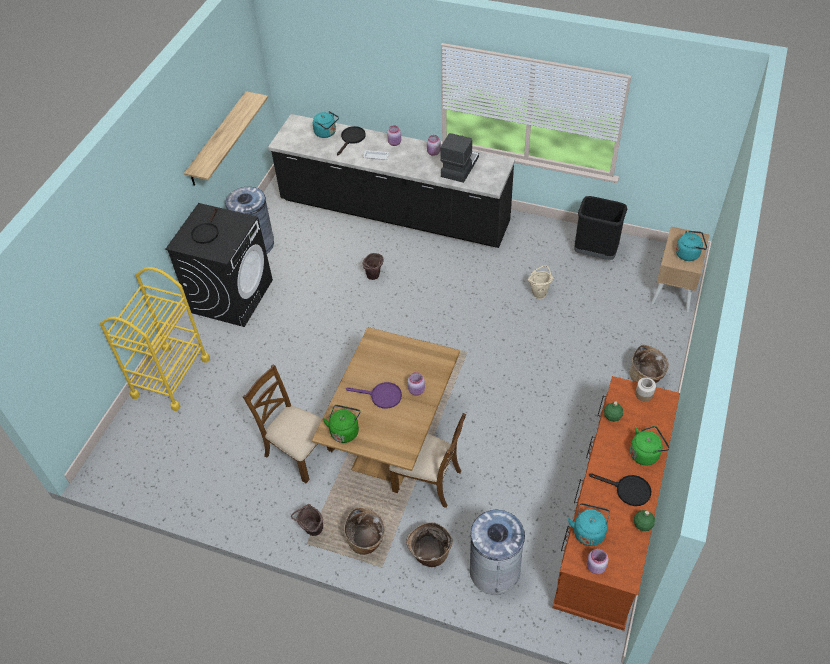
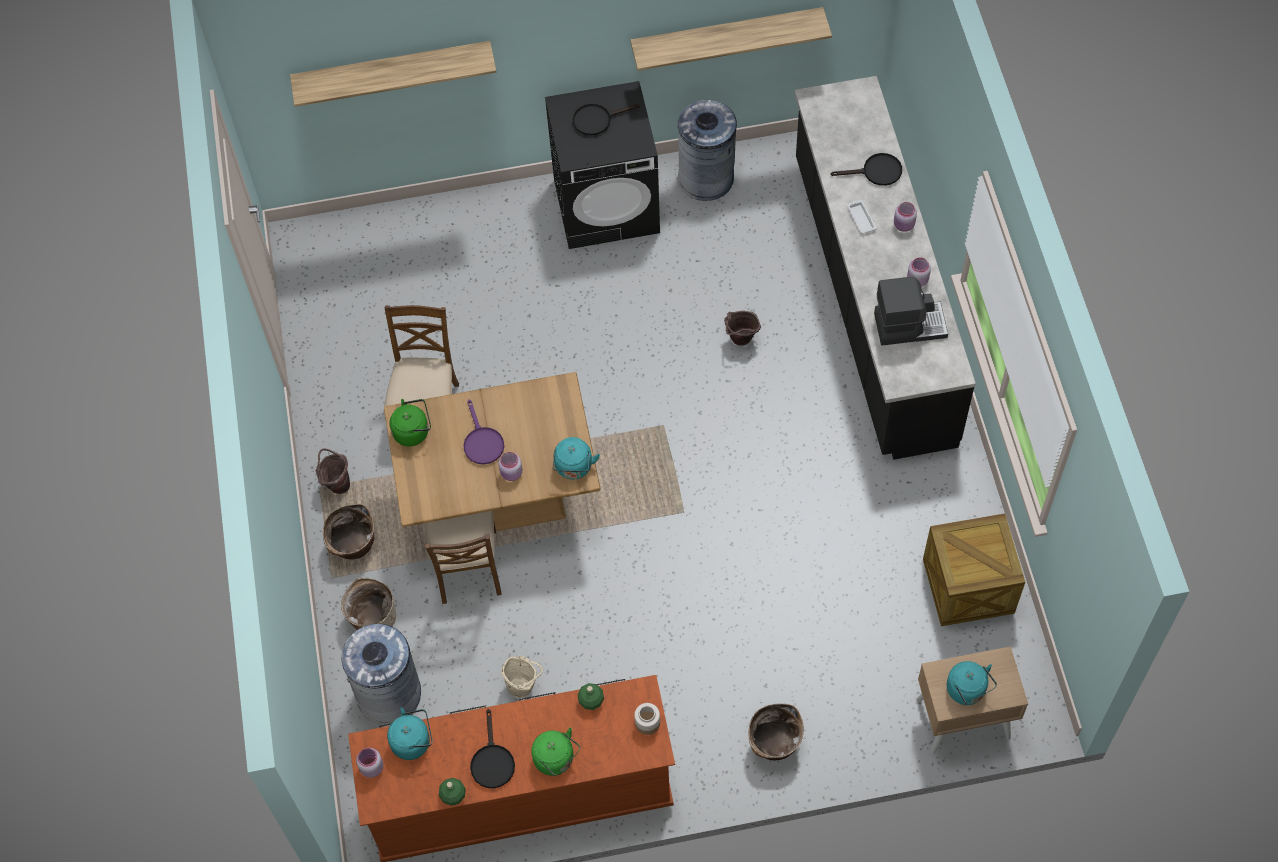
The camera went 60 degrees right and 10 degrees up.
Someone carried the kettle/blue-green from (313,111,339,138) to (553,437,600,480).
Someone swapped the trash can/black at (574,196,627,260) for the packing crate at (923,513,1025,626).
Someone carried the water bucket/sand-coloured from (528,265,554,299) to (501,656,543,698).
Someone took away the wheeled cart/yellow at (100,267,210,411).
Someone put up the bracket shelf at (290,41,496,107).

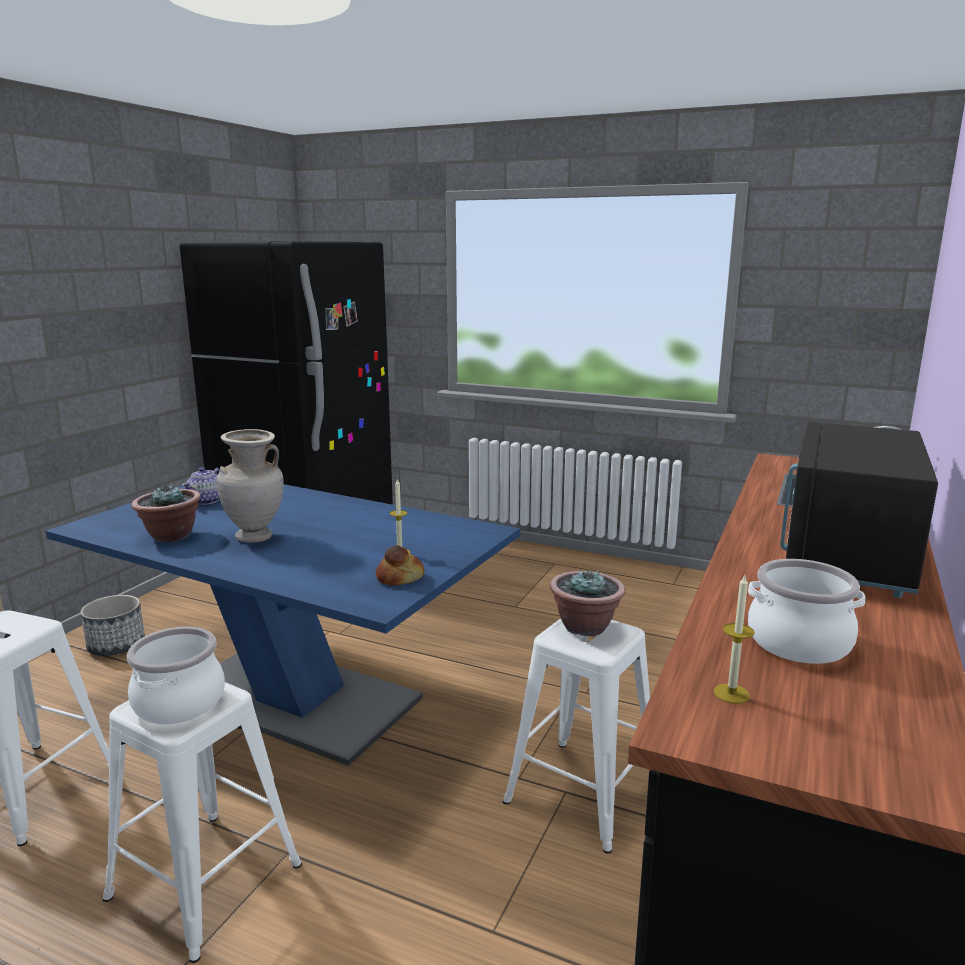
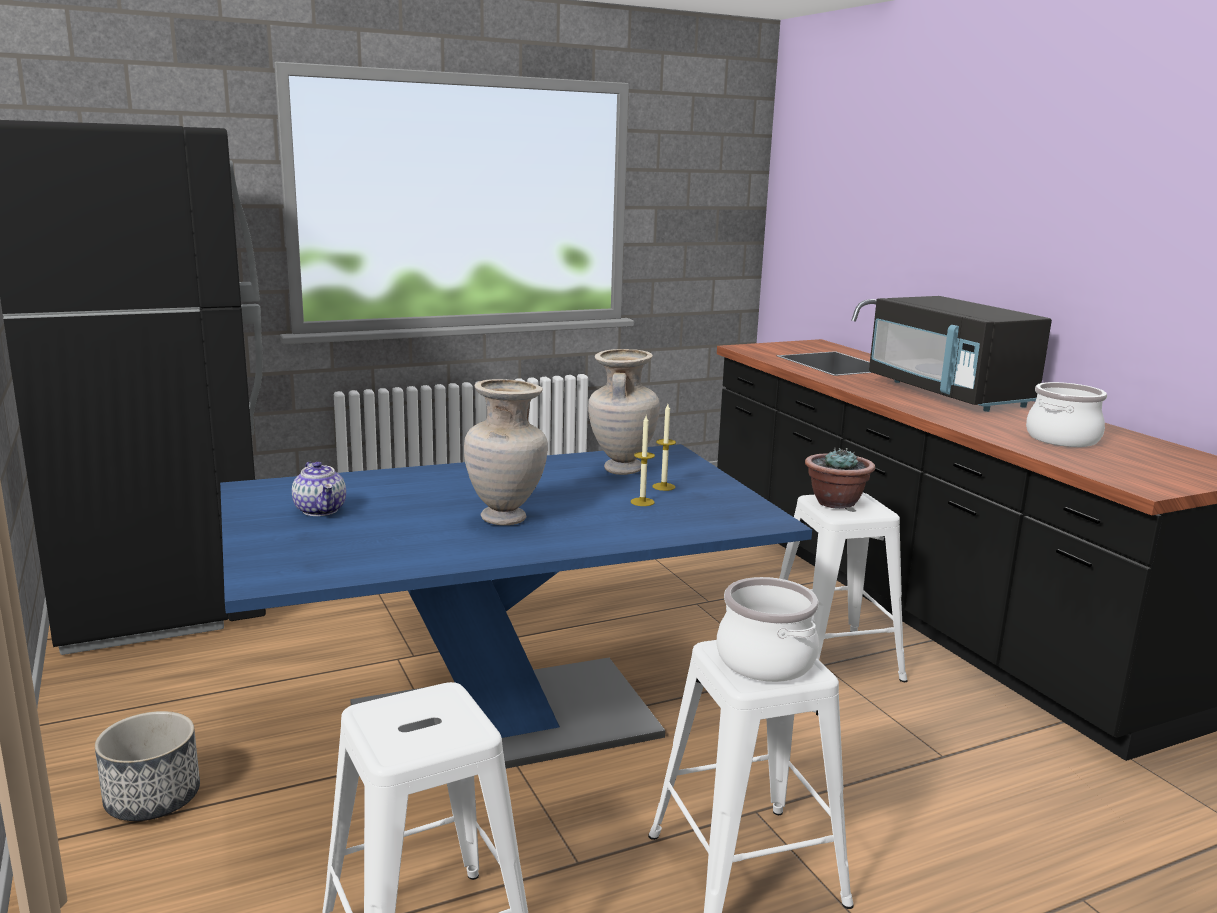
The camera went 50 degrees left and 0 degrees up.
Someone took away the plant in a pot at (131,484,201,542).
Someone took away the bread at (376,545,425,585).
Someone carried the wax candle from (714,574,755,704) to (631,416,655,506).
Someone put down the flower vase/sand-coloured at (588,349,660,475).

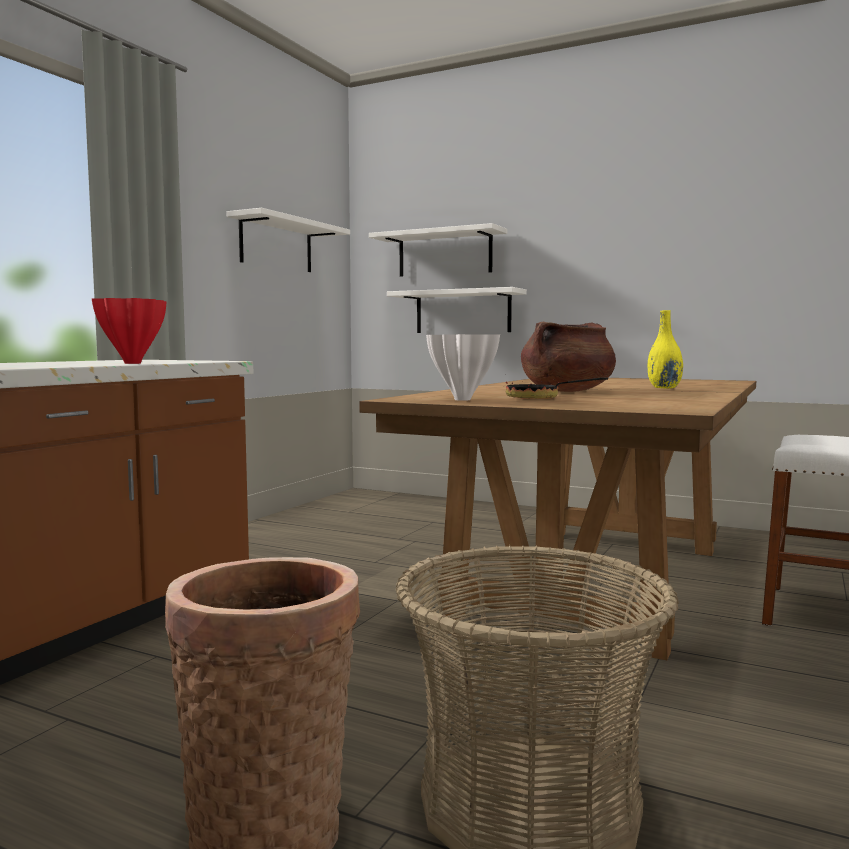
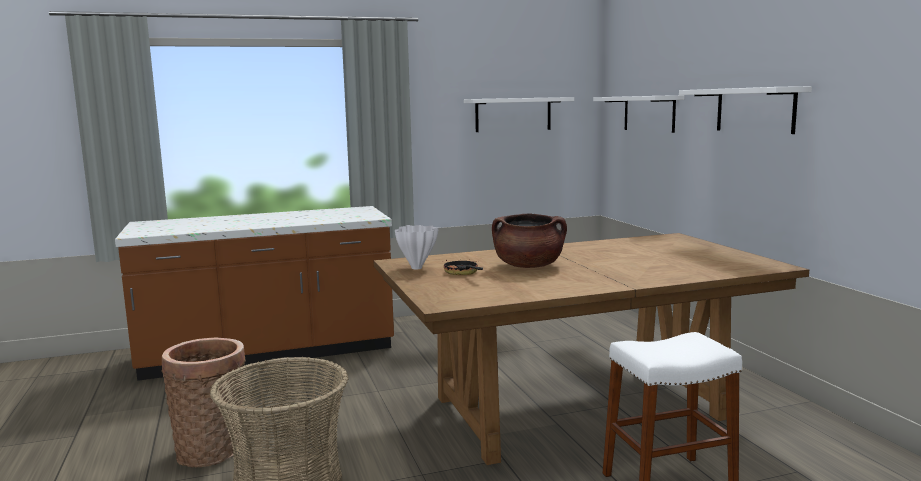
The camera went 45 degrees right and 5 degrees up.
Someone carried the bracket shelf/white from (387,287,527,333) to (679,86,812,134).
Someone took away the flower vase/red-coloured at (91,298,167,364).
Someone took away the flower vase/yellow at (647,310,683,389).

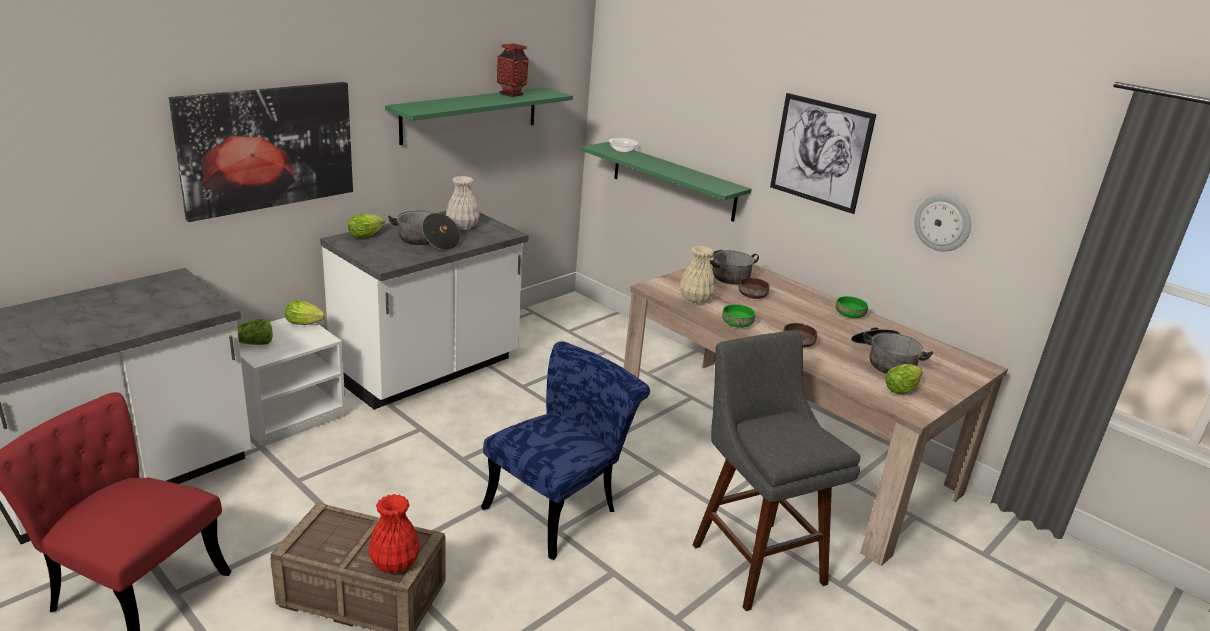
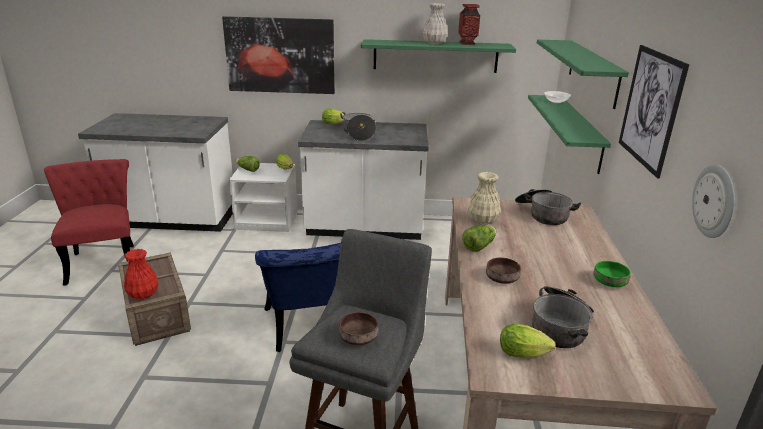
The camera went 50 degrees right and 0 degrees up.
Someone carried the flower vase/white from (446,176,480,230) to (423,3,448,44).
Someone carried the bowl/brown from (739,278,769,299) to (339,312,379,345).
Someone swapped the bowl/green at (722,304,755,328) for the lettuce at (462,225,496,252).
Someone rotated the upright chair/blue-coloured at (481,341,650,560) by 75 degrees clockwise.
Someone put up the bracket shelf/green at (537,40,629,109).

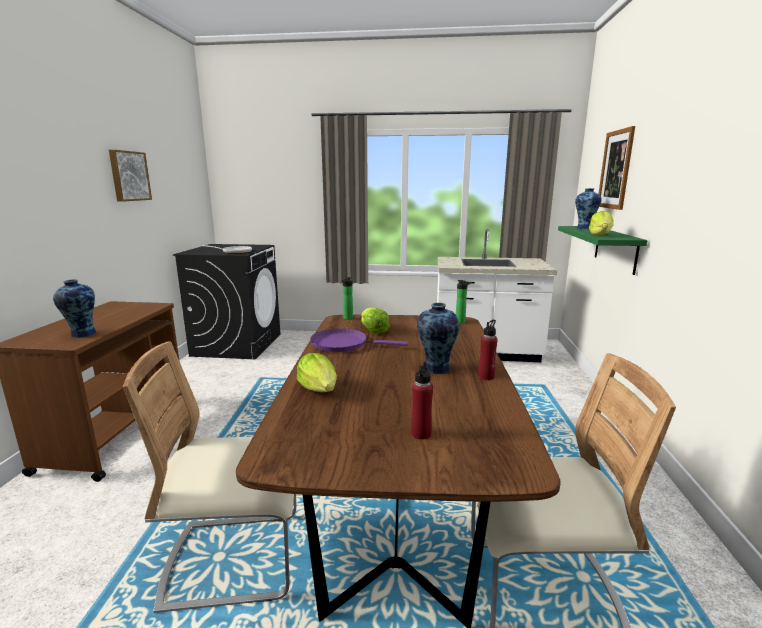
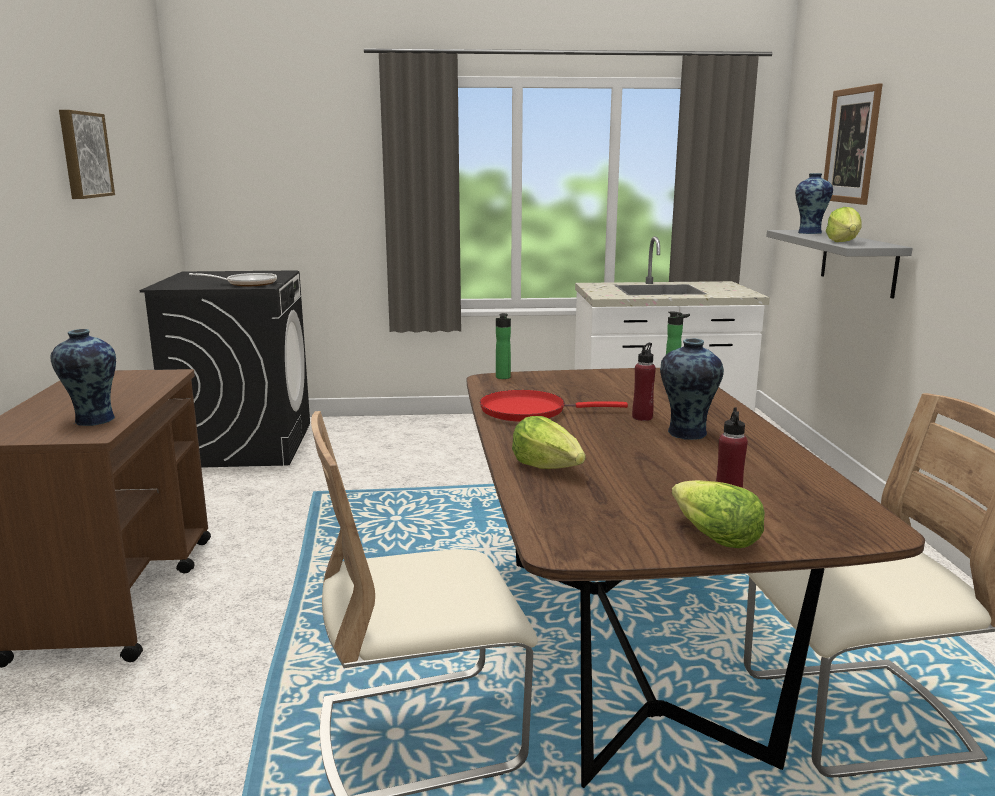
The camera went 10 degrees left and 0 degrees up.
Someone repainted the bracket shelf/green at (558,226,648,275), which became the bracket shelf/gray at (766,230,913,299).
Someone carried the lettuce from (361,307,390,333) to (672,480,765,548).
Someone carried the beverage bottle/red-coloured from (478,320,498,380) to (632,343,656,421).
Someone repainted the frying pan/purplish at (310,328,408,352), which became the frying pan/red-coloured at (480,390,628,422).

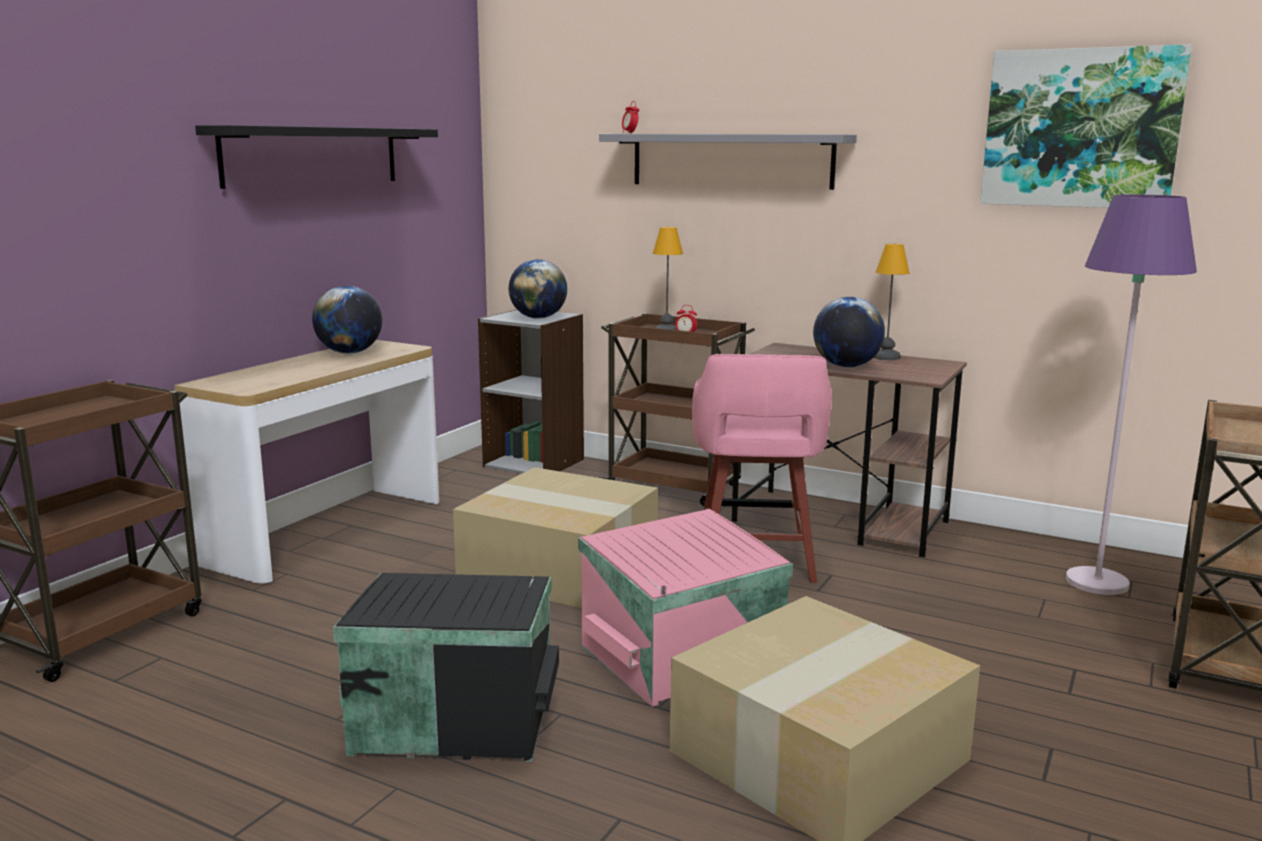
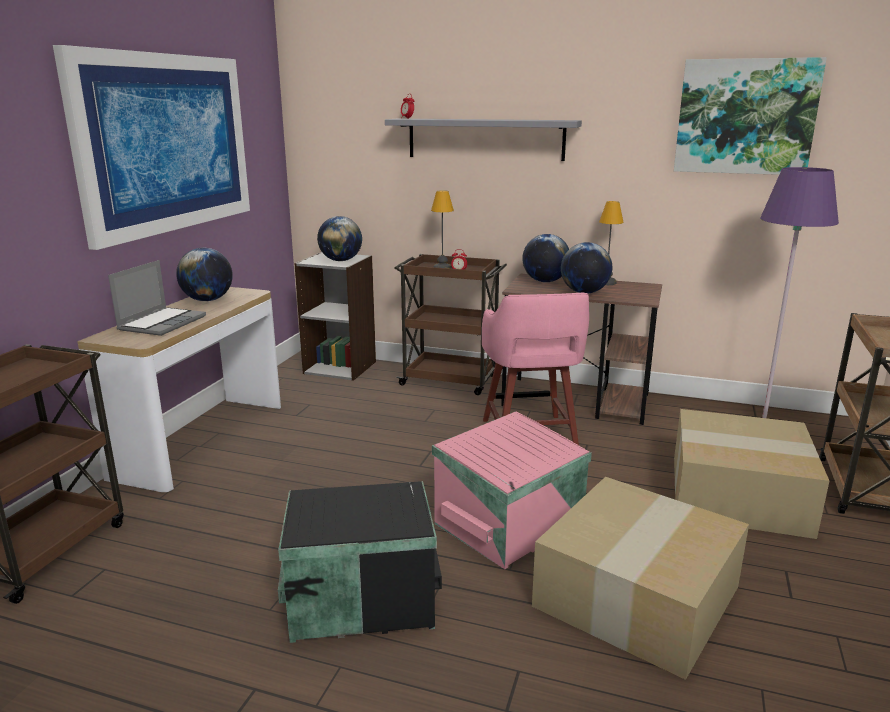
The camera went 10 degrees left and 5 degrees up.
Someone swapped the bracket shelf/black at (195,125,438,189) for the wall art at (53,45,250,250).
Someone carried the carton from (453,467,658,608) to (674,409,829,539).
Someone put down the world globe at (522,234,569,282).
Someone put down the notebook computer at (108,260,206,336).

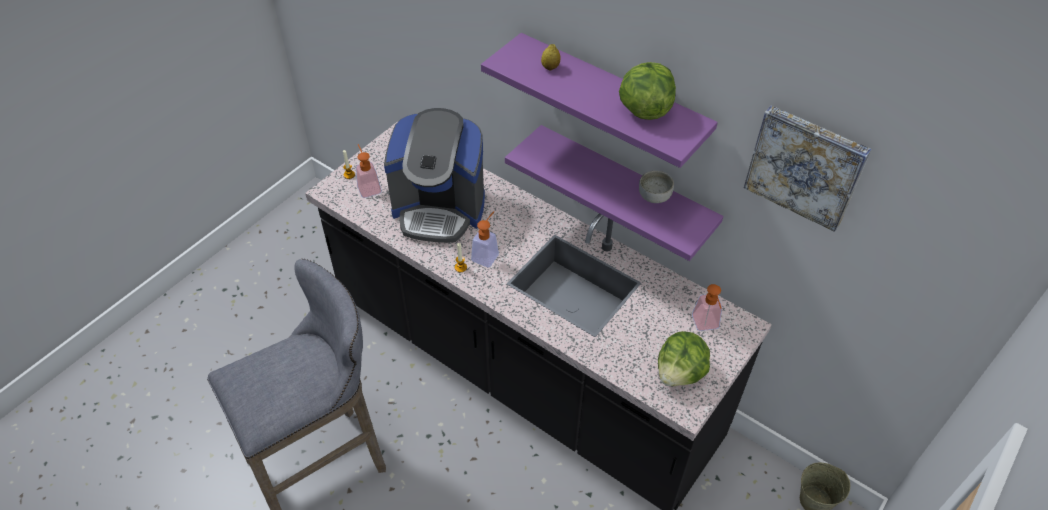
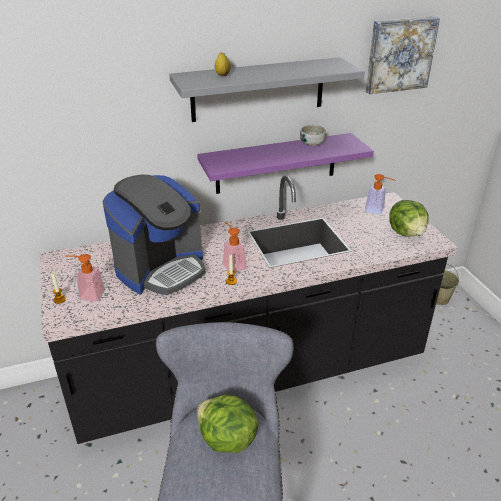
The camera went 55 degrees left and 15 degrees down.
Someone repainted the bracket shelf/purplish at (481,33,718,168), which became the bracket shelf/gray at (169,57,365,122).
Someone carried the lettuce from (619,62,676,120) to (197,394,258,453).

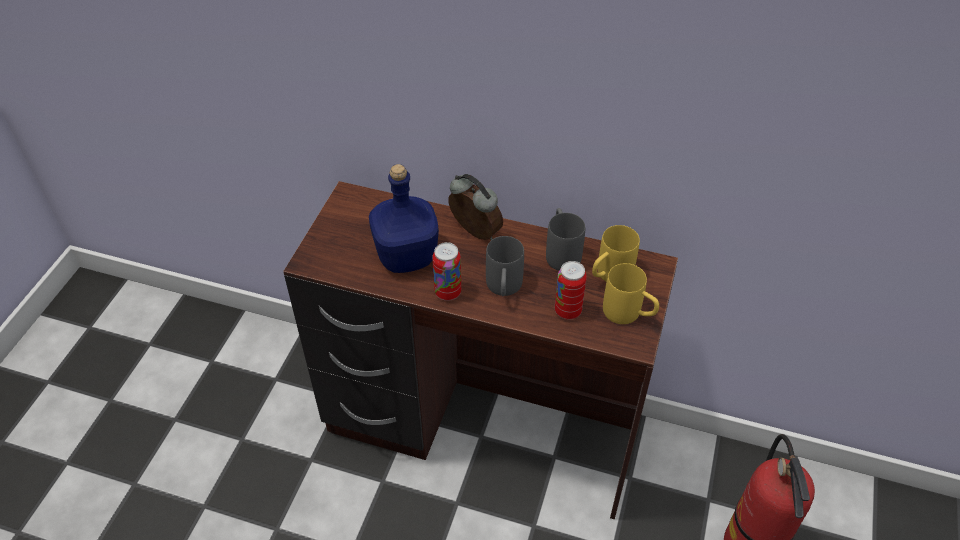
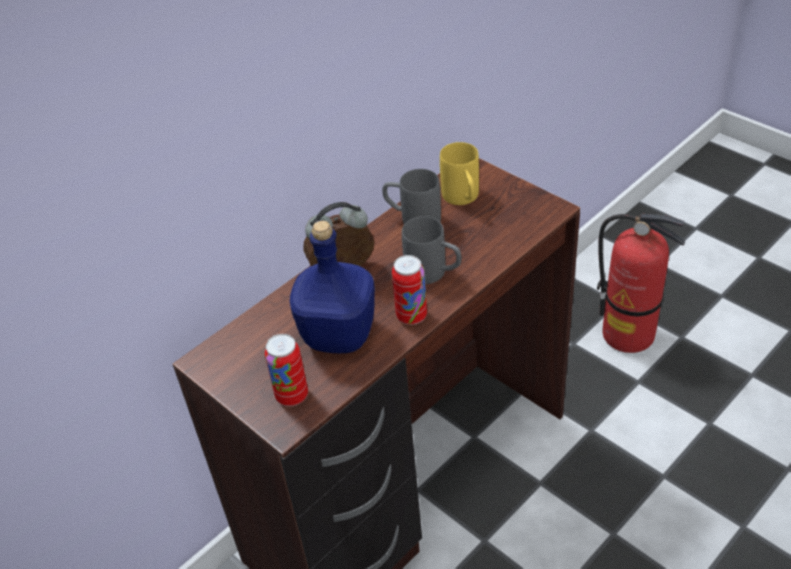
The camera went 60 degrees left and 5 degrees down.
Someone carried the can from (555,261,587,320) to (265,334,308,406).
Someone took away the mug/yellow at (603,263,659,324).

